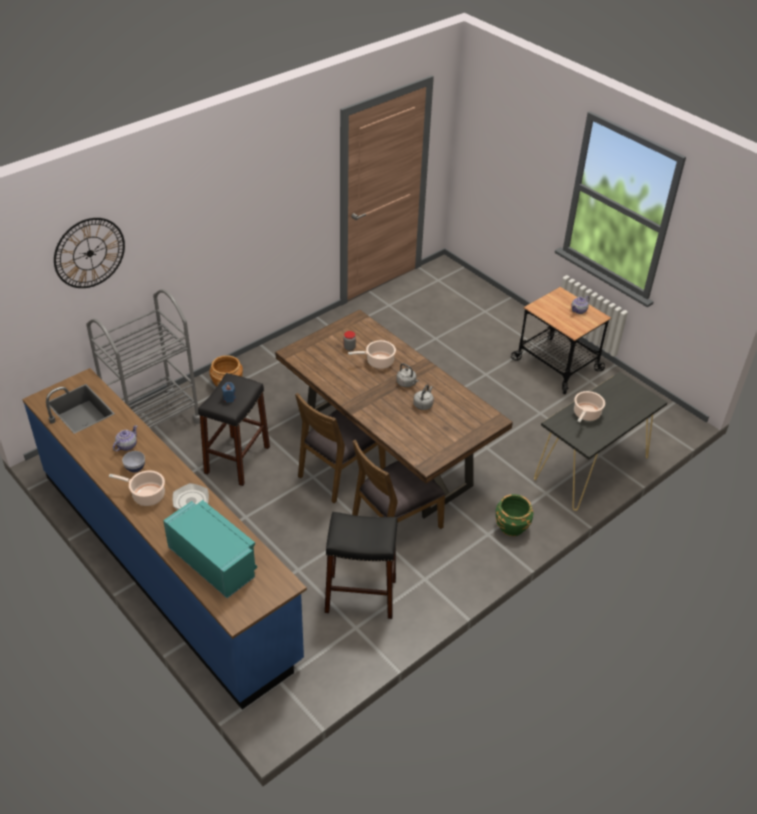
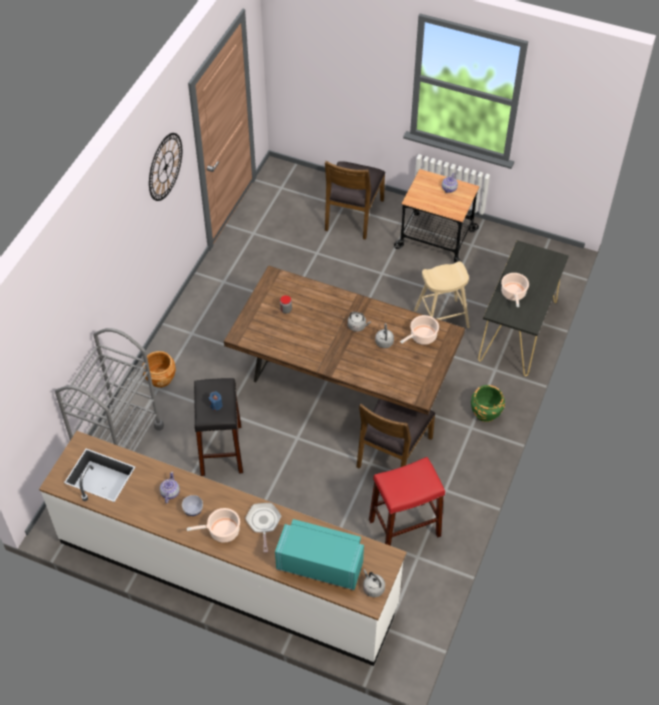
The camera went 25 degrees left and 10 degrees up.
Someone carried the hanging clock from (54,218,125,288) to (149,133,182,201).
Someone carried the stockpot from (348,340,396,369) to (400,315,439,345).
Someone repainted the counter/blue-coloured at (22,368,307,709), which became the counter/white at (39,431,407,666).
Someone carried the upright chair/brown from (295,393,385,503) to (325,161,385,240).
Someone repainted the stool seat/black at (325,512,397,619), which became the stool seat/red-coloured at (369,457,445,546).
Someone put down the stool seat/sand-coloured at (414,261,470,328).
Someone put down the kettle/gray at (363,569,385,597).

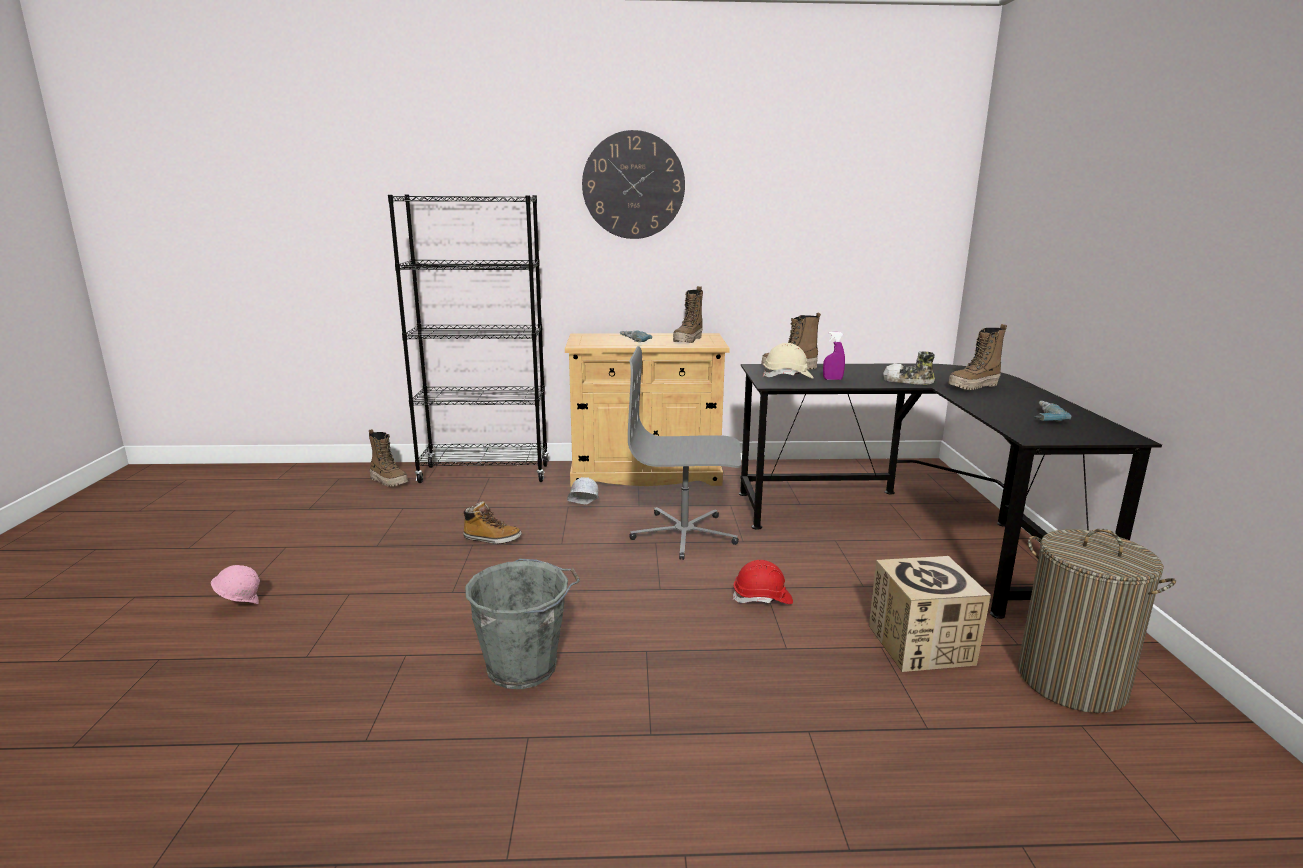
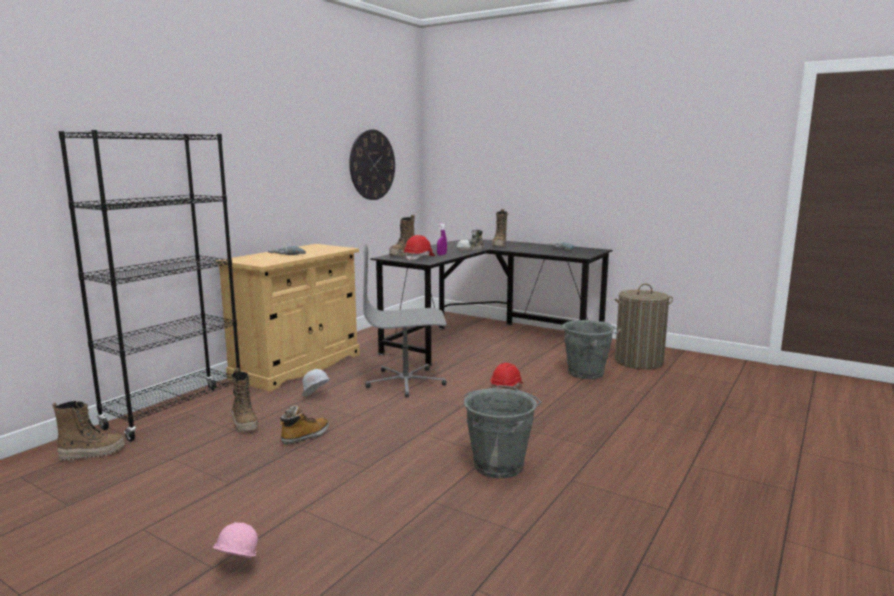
The camera went 55 degrees left and 5 degrees down.
Someone carried the hanging clock from (582,130,685,239) to (349,129,395,200).
Someone carried the boot from (673,286,703,343) to (231,368,258,432).
Someone repainted the work helmet/sand-coloured at (763,343,814,379), which became the work helmet/red-coloured at (404,235,435,261).
Someone rotated the office chair/gray at (628,346,741,560) by 45 degrees clockwise.
Someone swapped the carton at (869,556,991,672) for the water bucket/gray at (563,320,621,379).

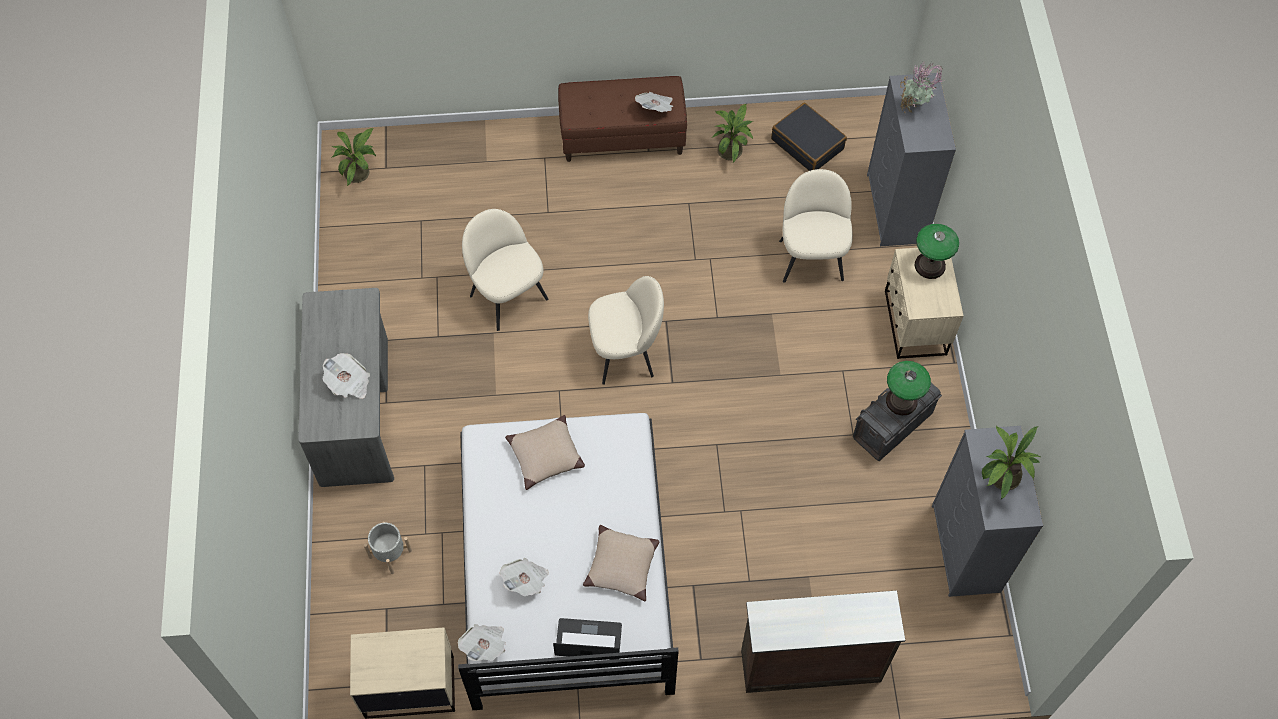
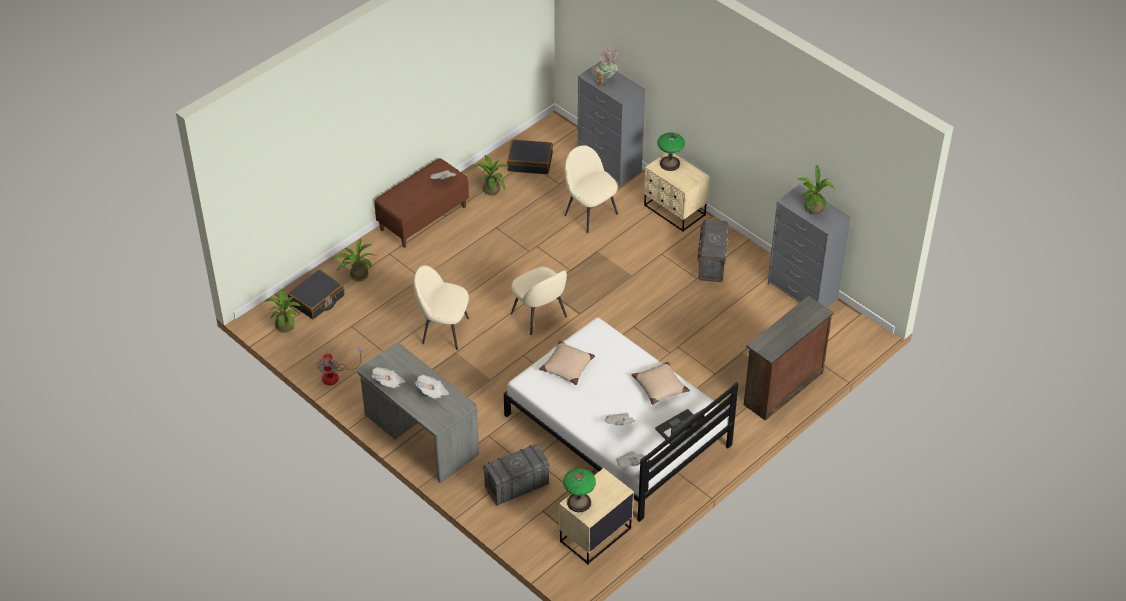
The camera went 40 degrees left and 15 degrees down.
Someone rotated the upright chair/sand-coloured at (588,276,664,385) by 105 degrees clockwise.
Someone carried the tabletop lamp from (886,361,931,416) to (563,468,596,512).
Someone swapped the plant pot/gray at (364,522,412,574) for the storage bin/gray at (483,444,550,506).
Someone put down the plant in a pot at (332,239,376,281).
Someone put down the suitcase/black at (288,269,344,319).
Someone put down the electric fan at (317,347,363,385).
Someone put down the daily paper at (372,367,406,388).

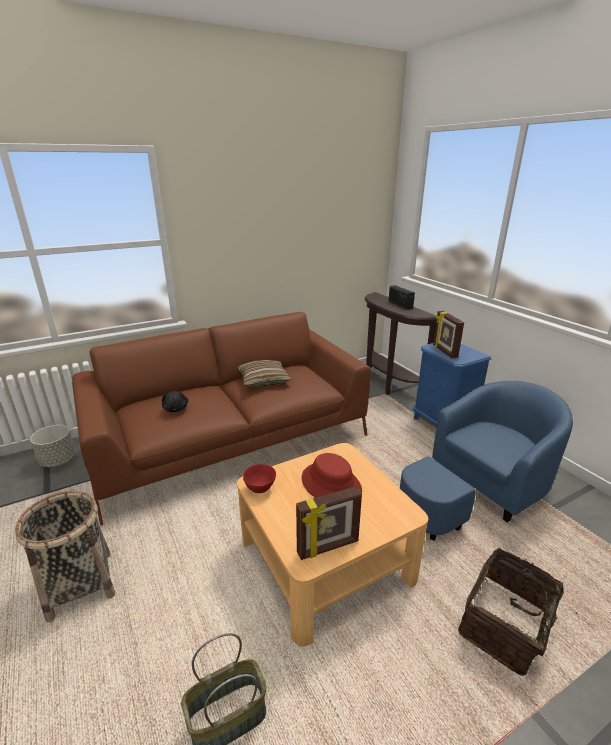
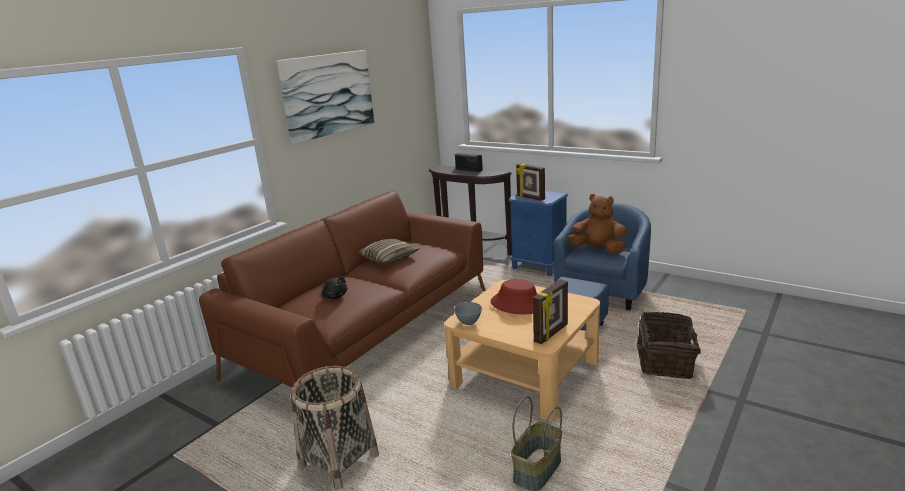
The camera went 25 degrees left and 5 degrees down.
Someone took away the plant pot/gray at (30,425,76,467).
Someone repainted the bowl/red-coloured at (243,464,276,493), which became the bowl/gray at (454,302,482,325).
Someone put up the wall art at (277,50,374,144).
Someone put down the soft toy/brown at (568,194,627,254).

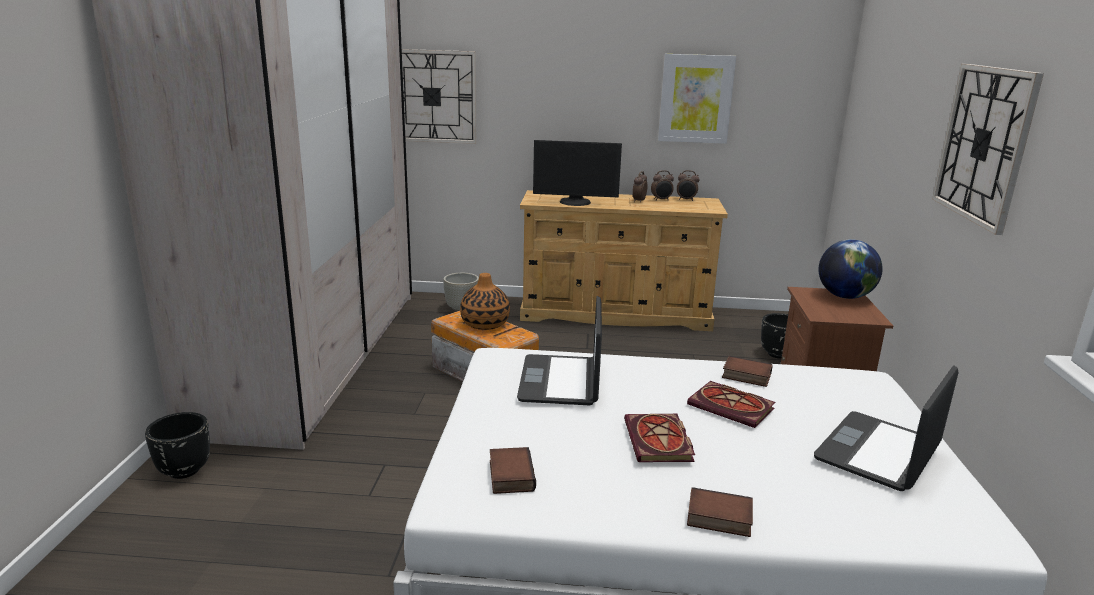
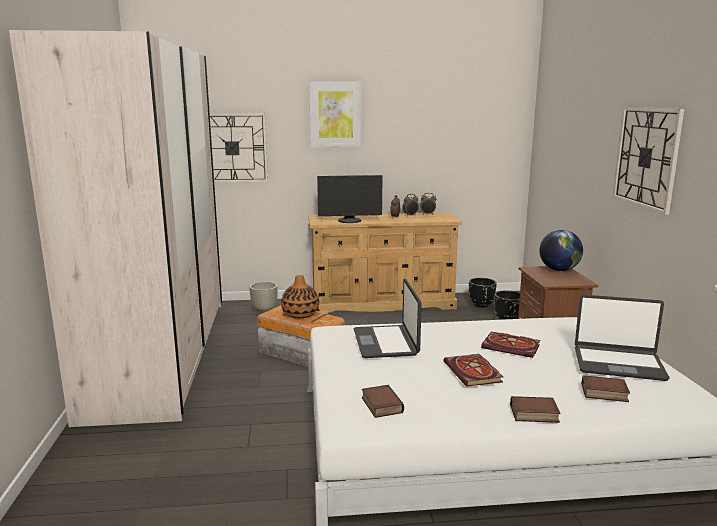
The camera went 10 degrees left and 5 degrees down.
Someone carried the wall art from (658,54,736,144) to (309,82,362,147).
Someone carried the book from (722,356,773,387) to (582,375,630,402).
Someone rotated the notebook computer at (814,365,959,491) by 105 degrees counterclockwise.
Someone carried the plant pot/black from (145,412,210,479) to (469,278,497,308).

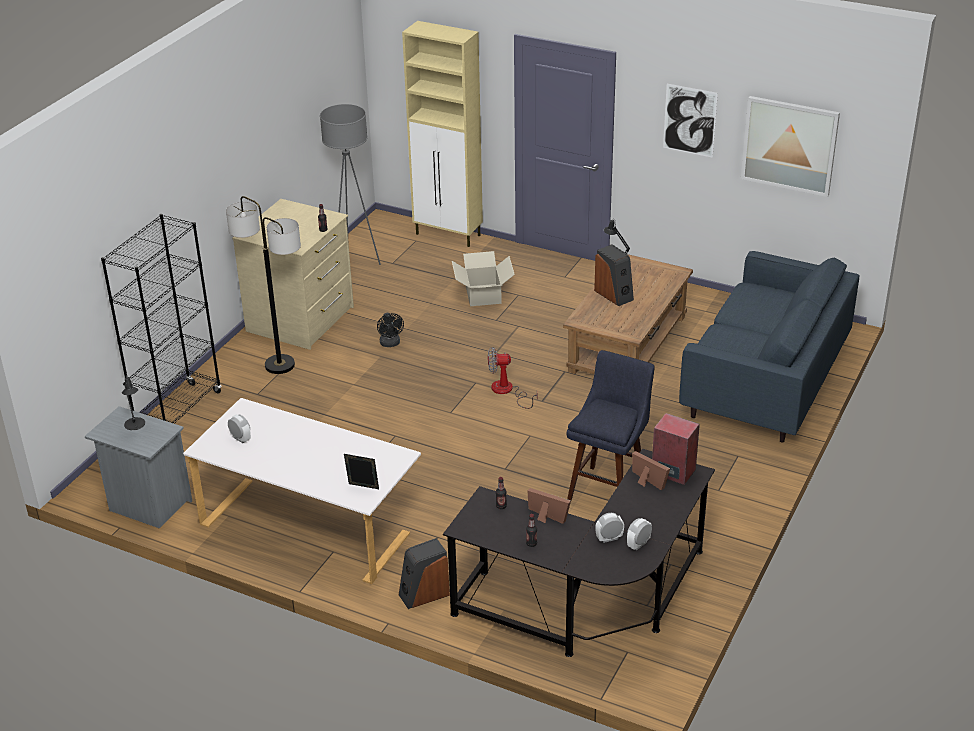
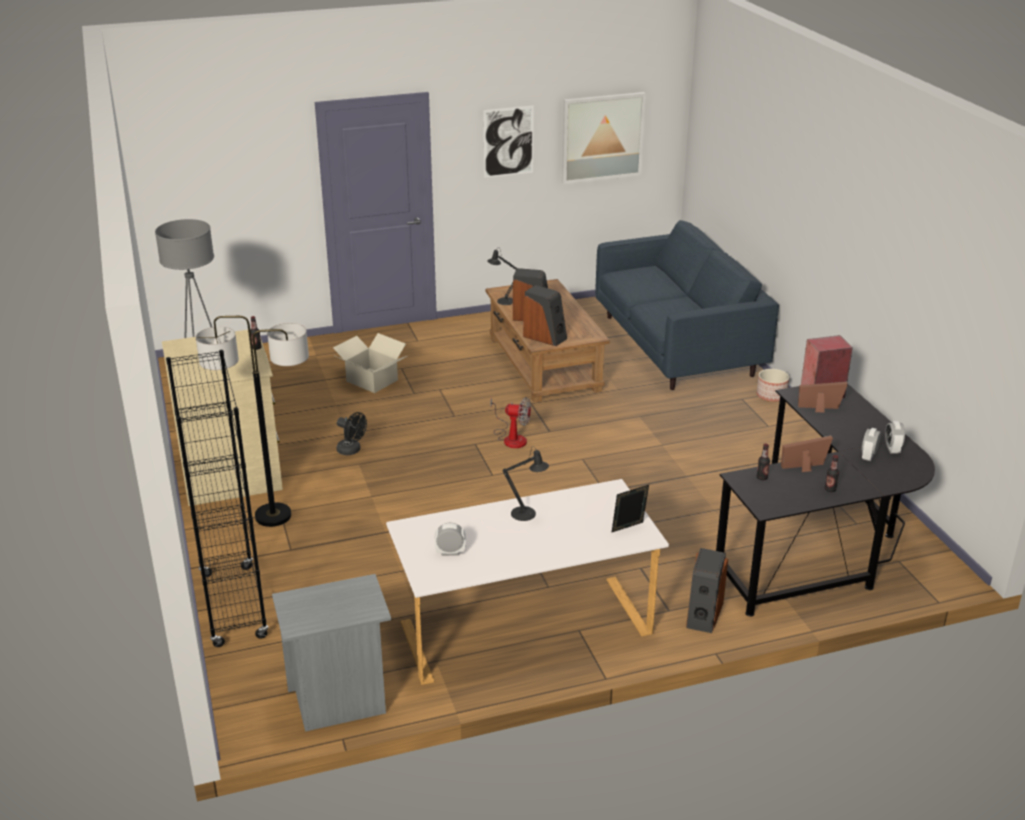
The camera went 45 degrees left and 5 degrees down.
Someone took away the cabinet/sand-coloured at (402,21,483,247).
Someone rotated the electric fan at (488,347,537,409) by 120 degrees counterclockwise.
Someone took away the stool seat/blue-coloured at (567,350,655,500).
Someone carried the tabletop lamp/black from (122,374,145,430) to (503,447,549,521).
Someone put down the audio speaker at (523,285,567,346).
Someone put down the plant pot at (757,369,789,402).

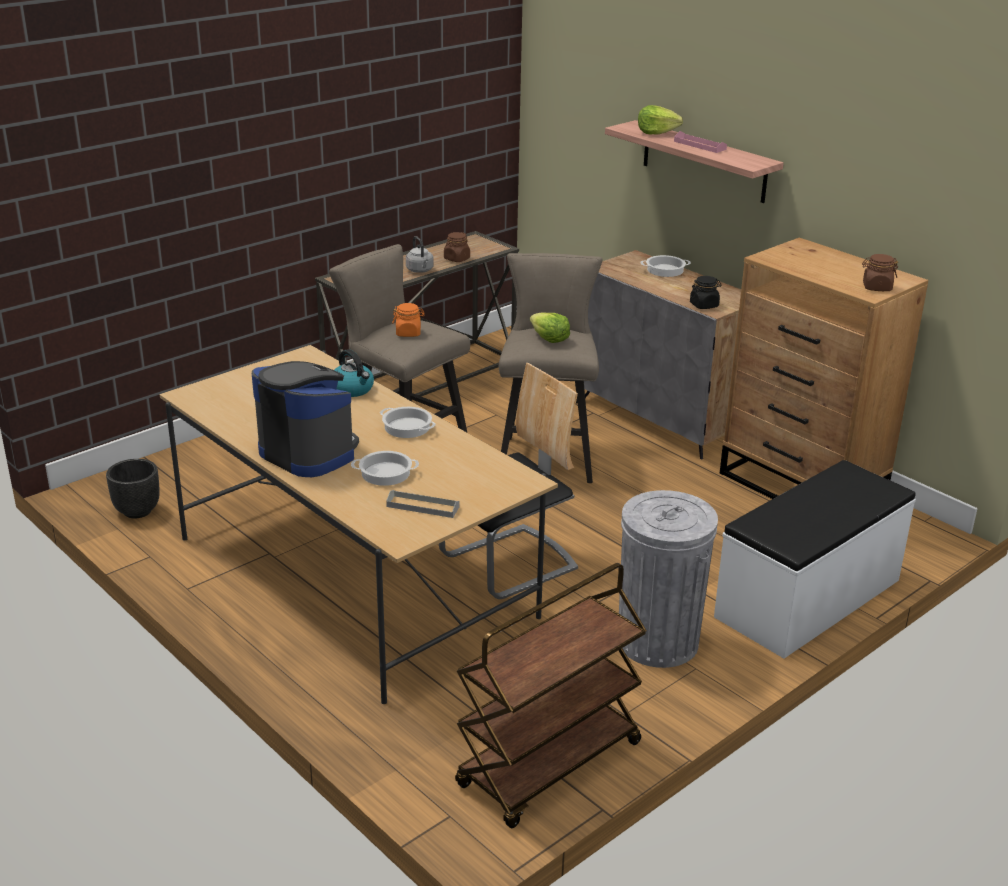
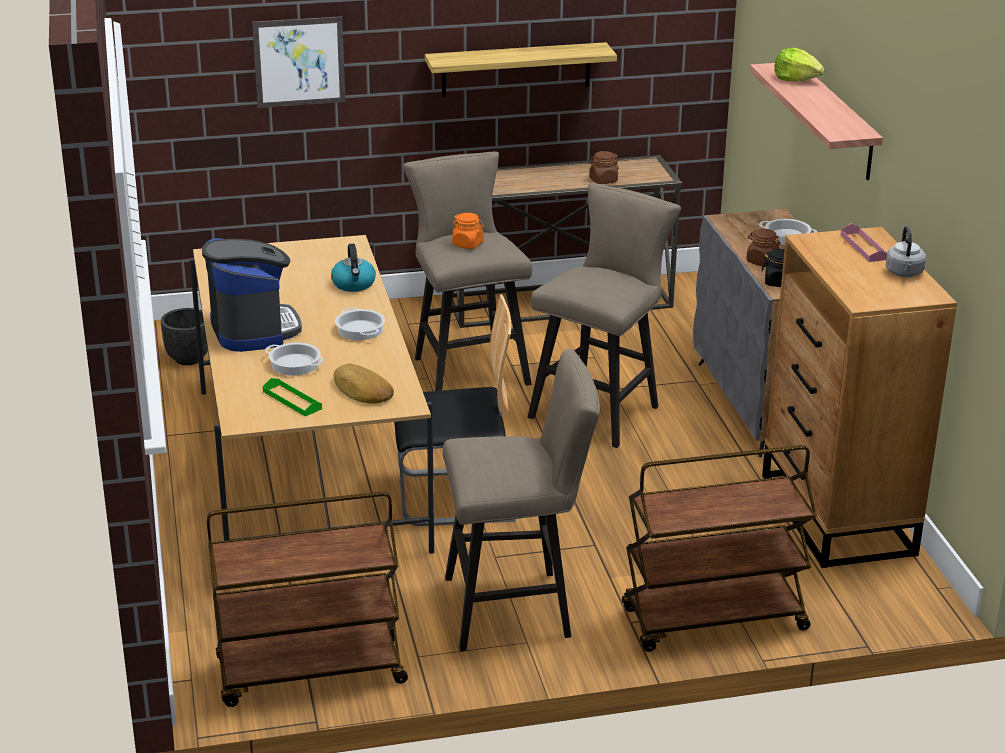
The camera went 30 degrees right and 0 degrees up.
Someone carried the carrying tray/pink-coloured from (674,131,727,153) to (841,224,887,262).
Someone carried the kettle/gray from (406,236,433,273) to (886,226,926,277).
Someone carried the jar/brown from (862,254,898,291) to (746,229,780,267).
Someone took away the lettuce at (530,312,570,343).
Someone swapped the indoor bench/white at (714,460,916,658) for the wheeled cart/brown at (622,445,817,652).
Someone repainted the carrying tray/gray at (386,490,460,518), which became the carrying tray/green at (263,378,322,417).
Someone swapped the trash can/gray at (619,490,718,668) for the stool seat/sand-coloured at (443,349,600,651).
Someone put up the wall art at (252,16,346,108).
Someone put up the bracket shelf at (425,42,617,97).
Someone put down the bread at (334,363,394,404).

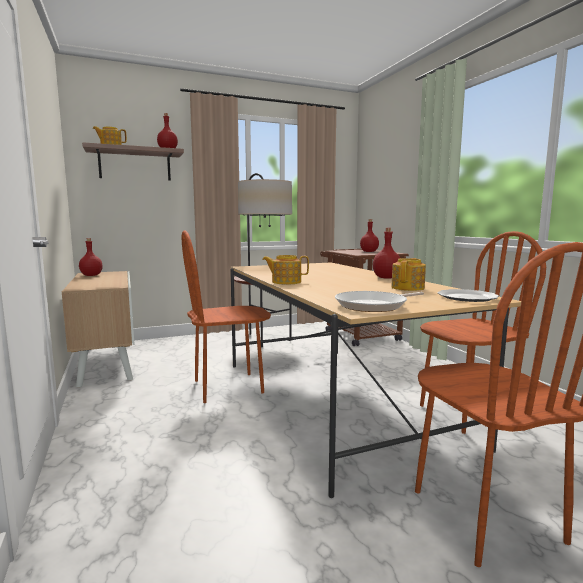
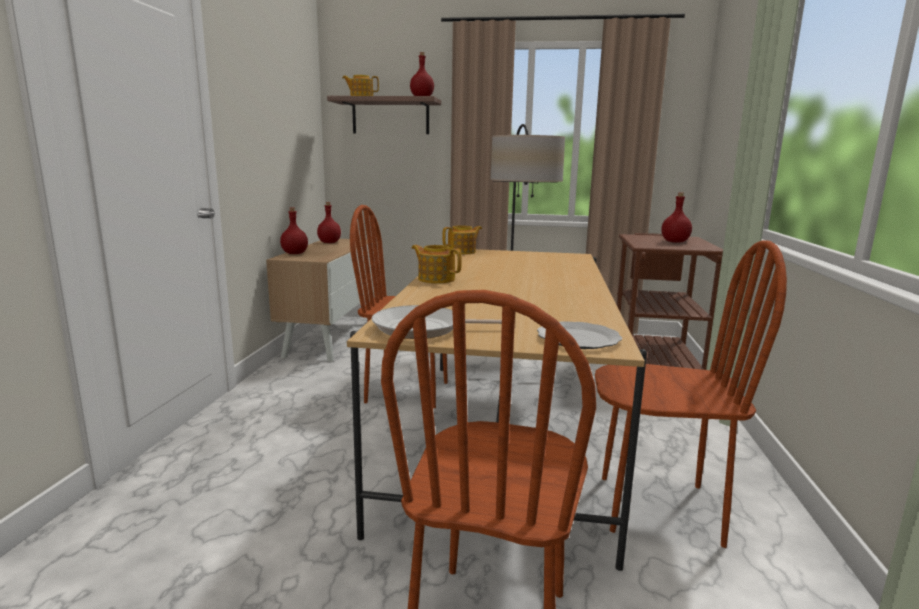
The camera went 30 degrees right and 5 degrees up.
Someone carried the beverage bottle/red-coloured from (373,228,400,279) to (280,207,308,254).
Someone carried the tea pot from (391,258,426,291) to (442,225,482,254).

